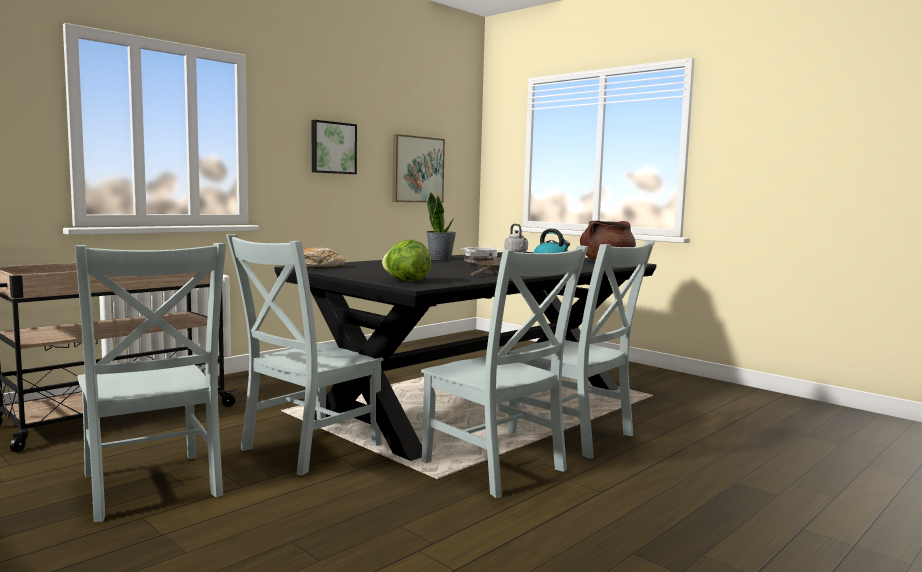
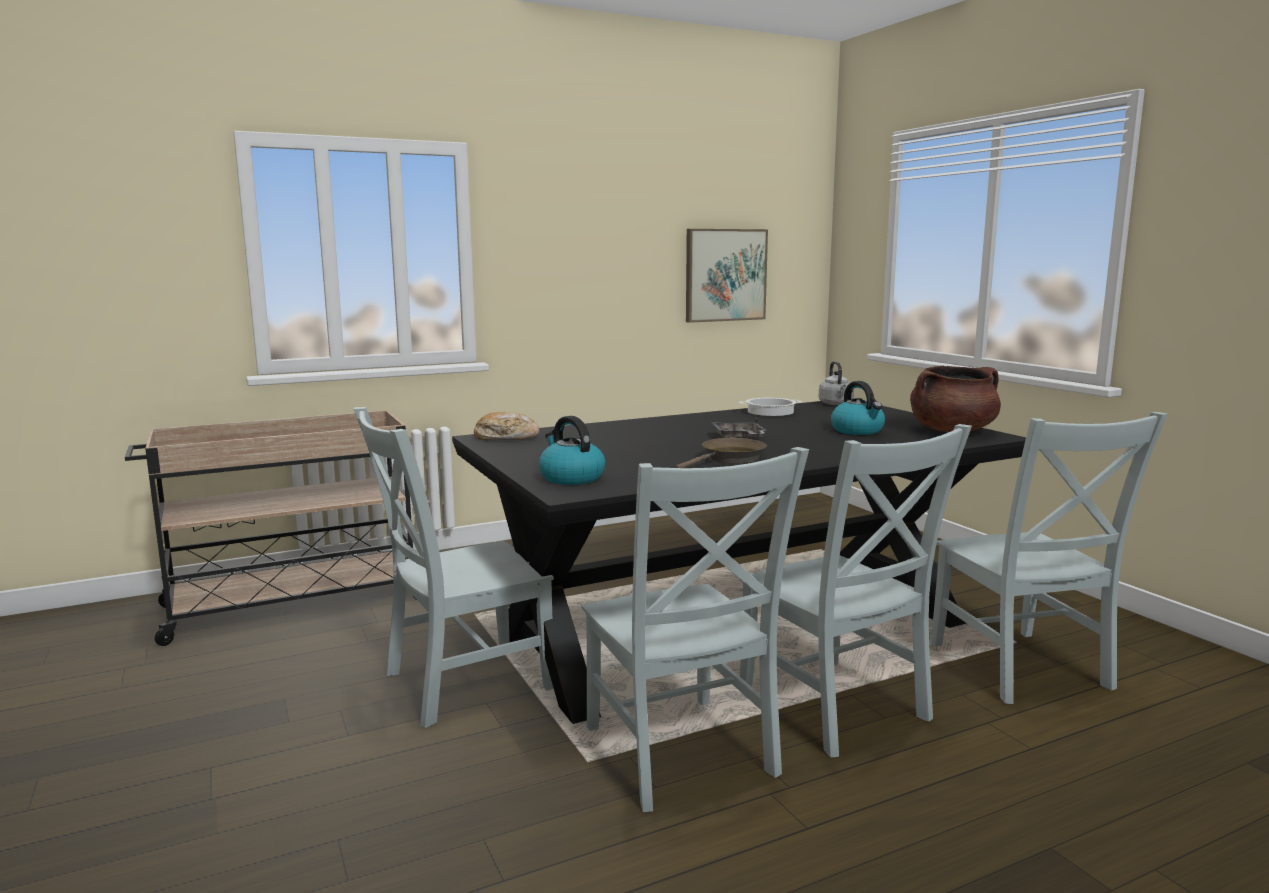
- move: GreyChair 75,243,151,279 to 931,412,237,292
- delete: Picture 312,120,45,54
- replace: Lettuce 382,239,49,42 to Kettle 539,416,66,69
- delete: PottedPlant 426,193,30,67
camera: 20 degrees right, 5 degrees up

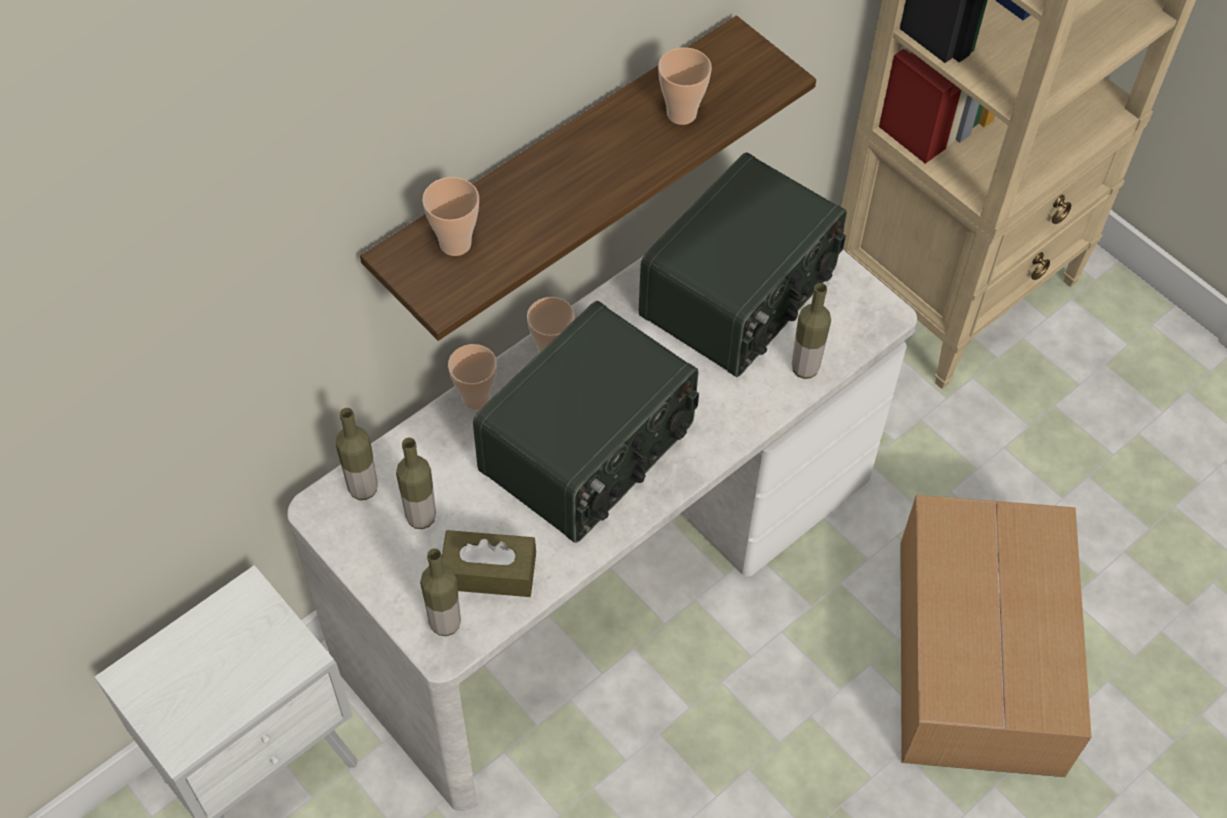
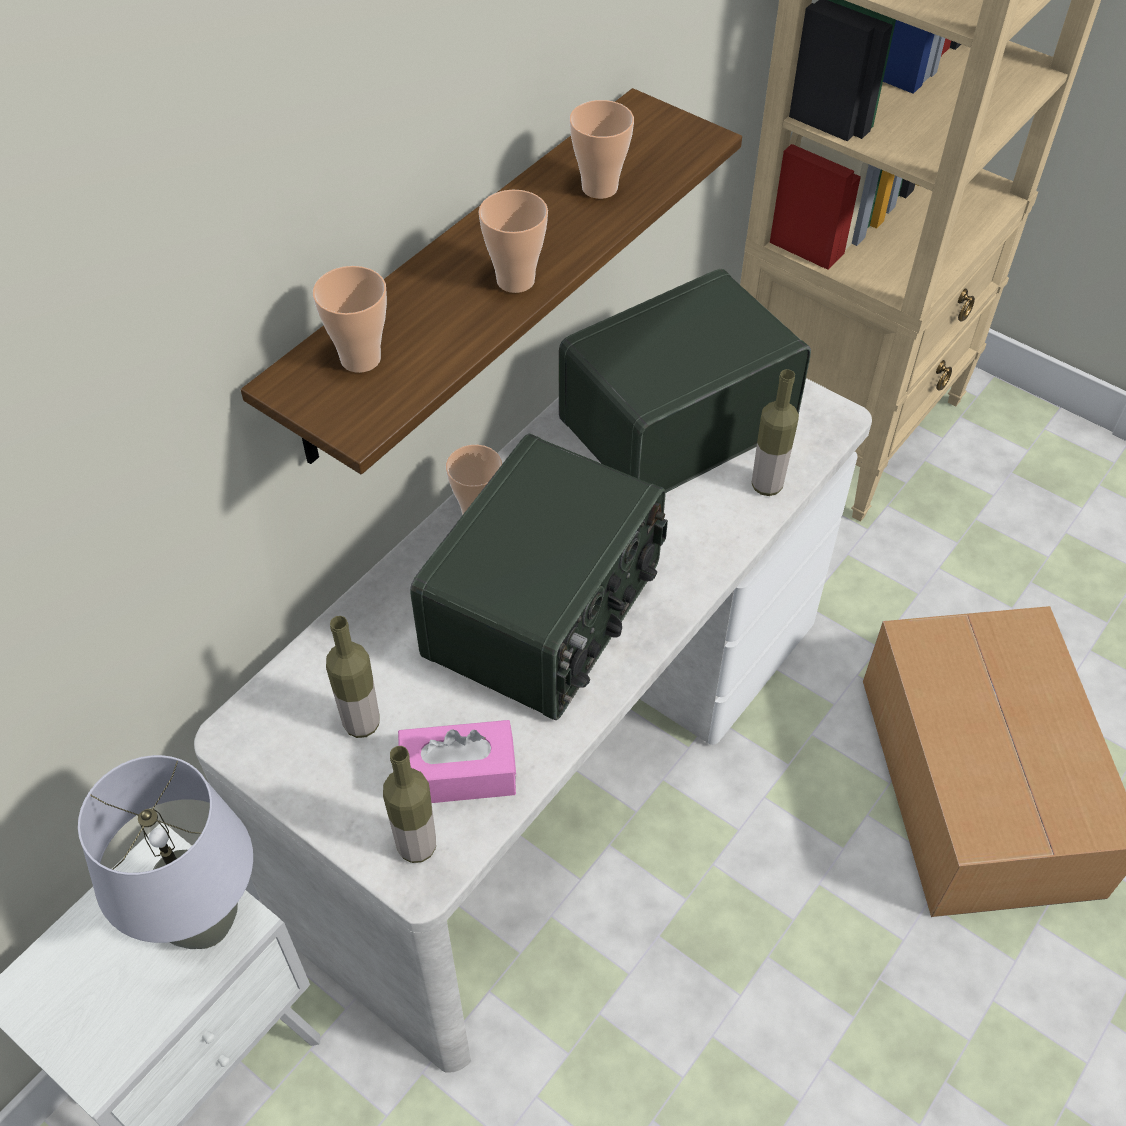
- delete: Bottle 336,408,42,92
- recolor: BrownTissueBox 442,530,94,67 to PinkTissueBox 398,720,118,83
- move: Cup 448,344,49,66 to 478,190,70,103
- rotate: Radio 639,152,208,225 = 559,269,252,224 150 degrees counterclockwise
- insert: GreyTableLamp 78,755,175,194
camera: 10 degrees left, 5 degrees down

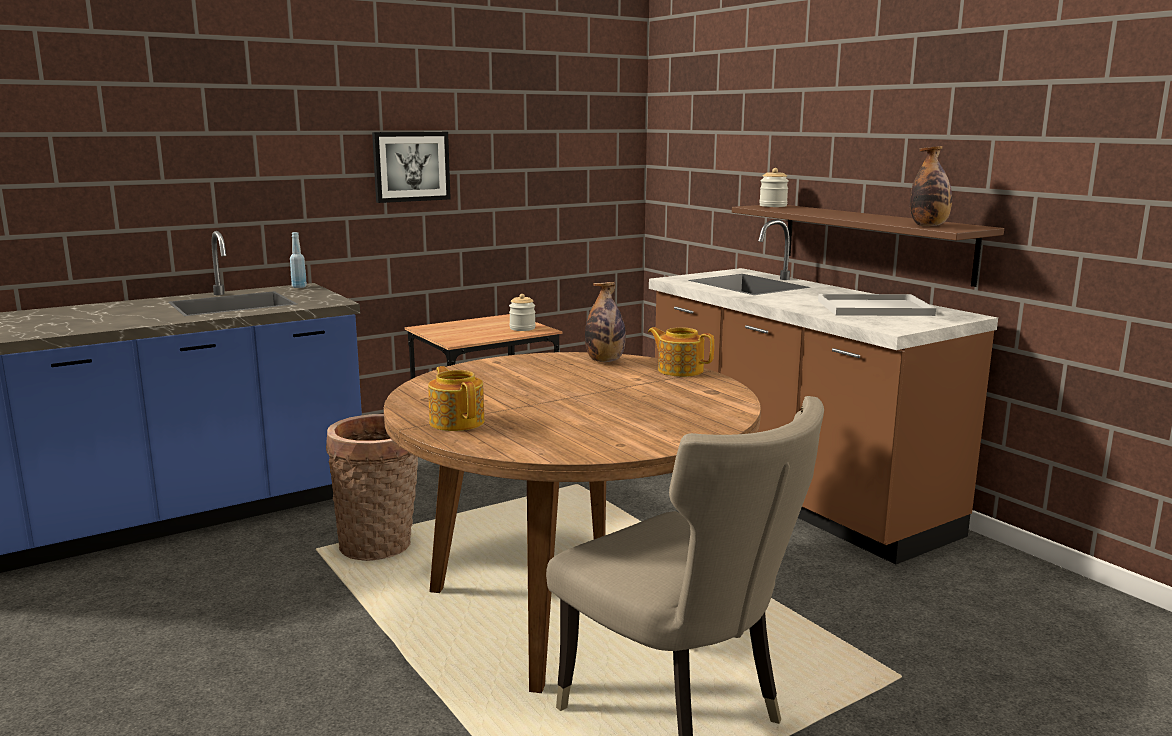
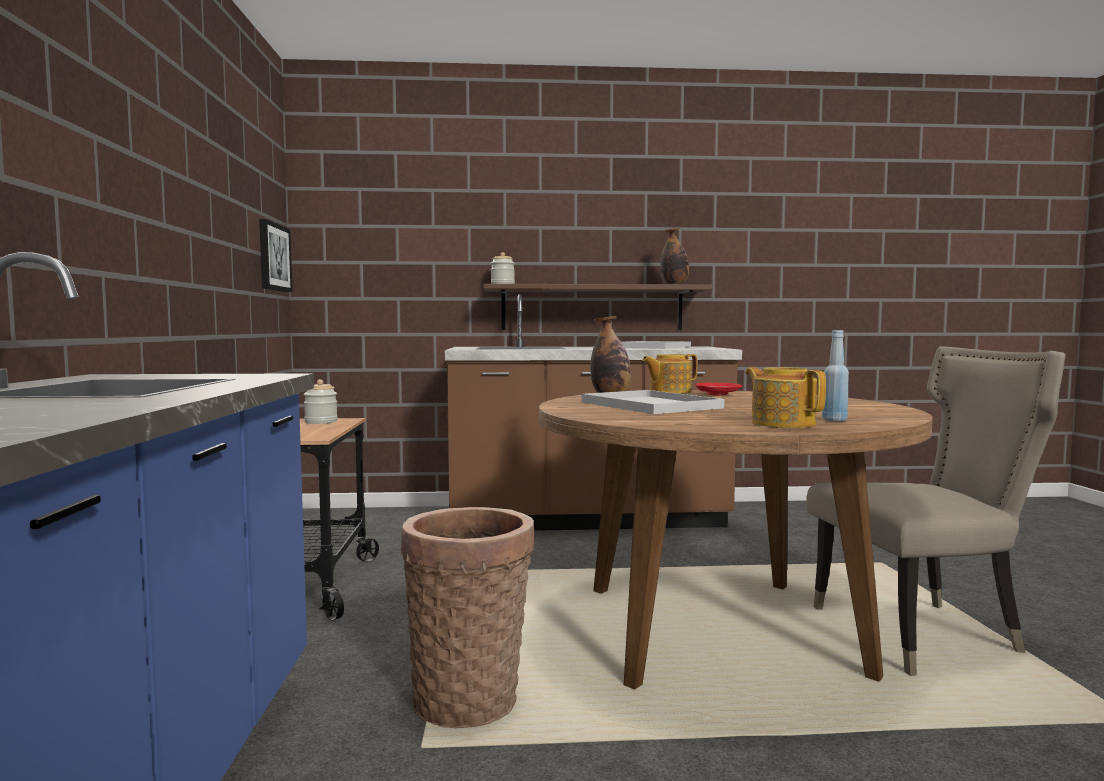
- move: BlueBottle 290,232,17,56 to 822,330,27,92
- move: Picture 372,132,79,71 to 259,219,34,73
- rotate: Teapot 428,366,57,65 = 746,367,80,61 60 degrees clockwise
- insert: WhiteTray 582,390,142,24
- insert: RedPlate 694,383,49,13
camera: 60 degrees left, 10 degrees down

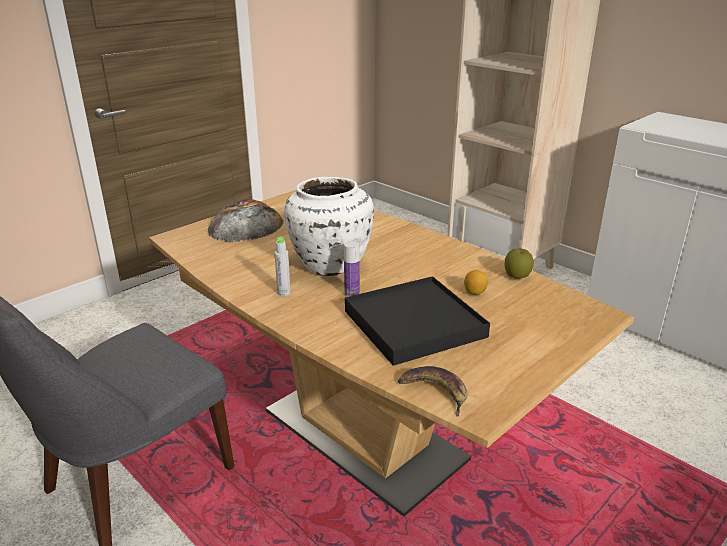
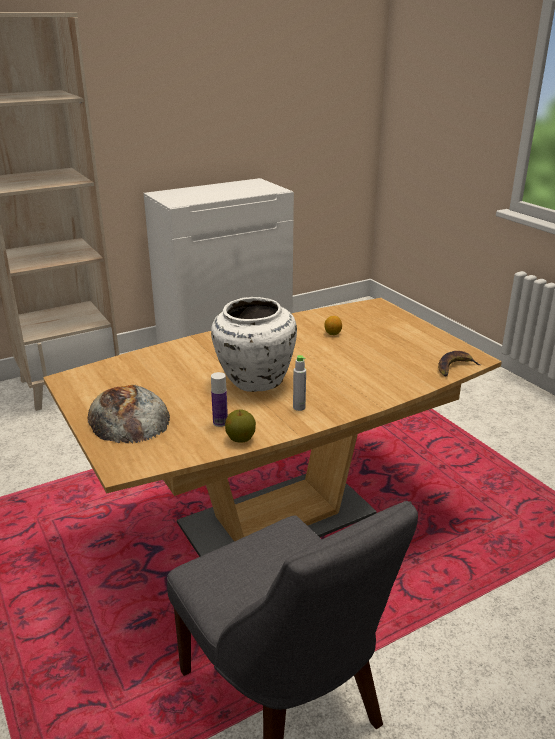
- move: Bottle 344,241,16,56 to 211,372,17,55
- delete: BlackTray 345,276,145,90
- move: Apple 505,248,29,31 to 225,410,31,32
camera: 75 degrees left, 0 degrees up

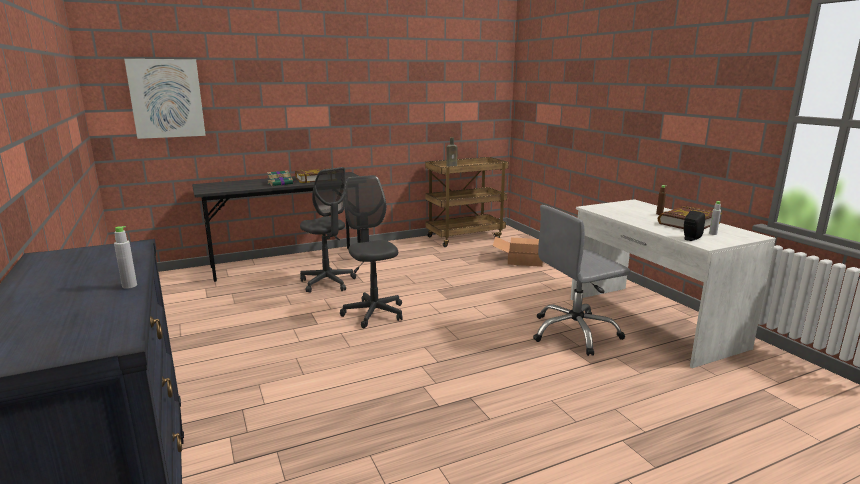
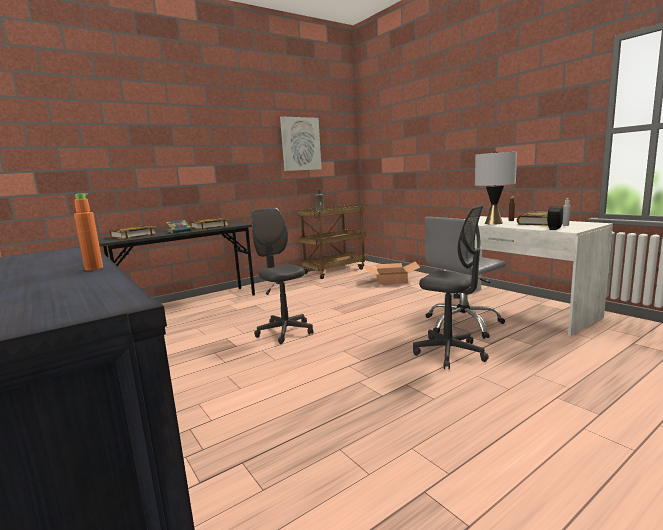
- recolor: GreyBottle 114,226,23,63 to OrangeBottle 74,193,29,78
- move: Picture 124,59,82,80 to 280,116,42,55
- move: GreyOfficeChair 300,167,56,126 to 413,205,76,164
- insert: Book 110,226,47,13
- insert: GreyTableLamp 475,151,42,74
camera: 10 degrees left, 5 degrees down

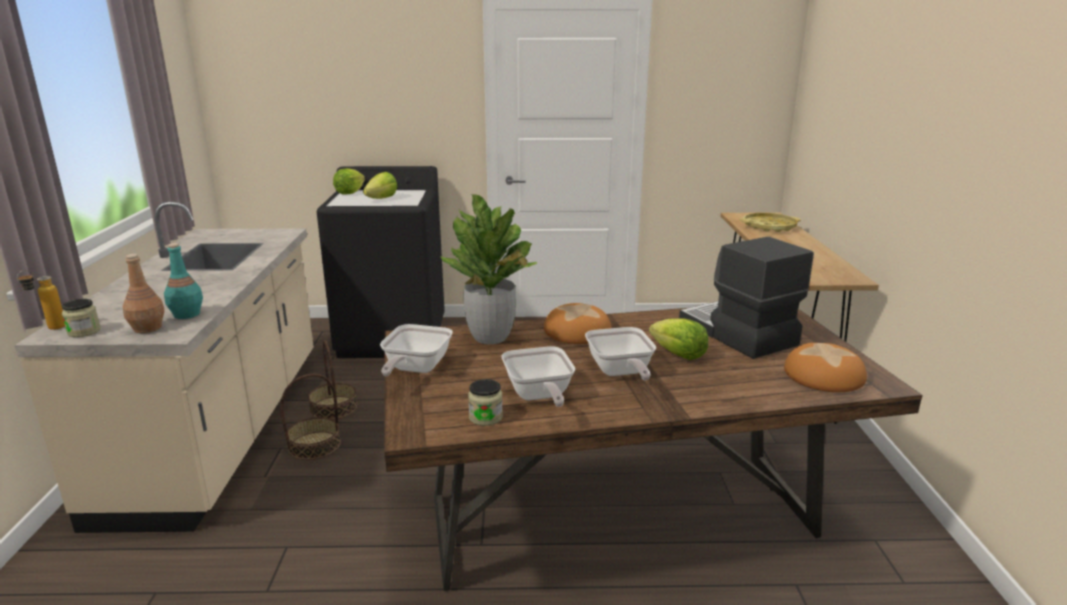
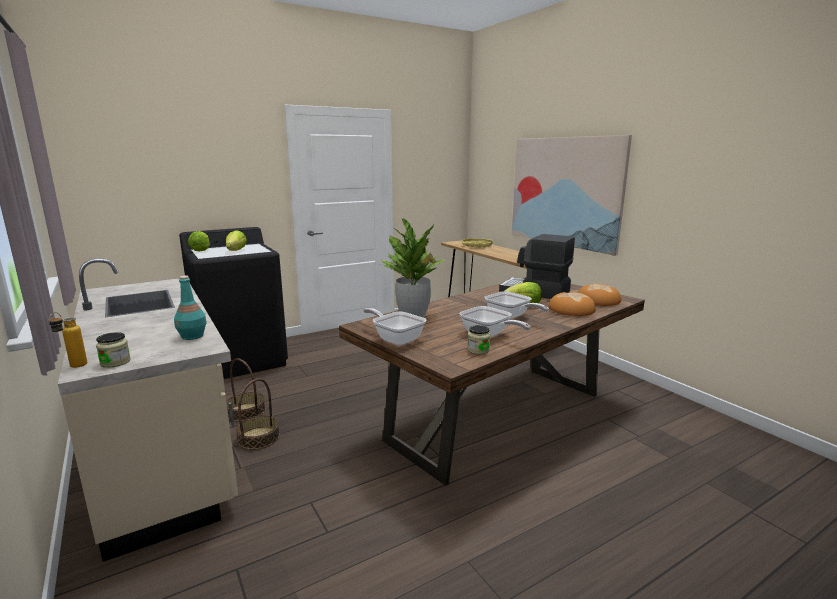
- delete: BrownBottle 122,254,43,79
- rotate: FryingPan 380,324,73,53 = 363,308,63,38 150 degrees clockwise
- move: Bread 544,303,67,41 to 549,292,47,24
- insert: Picture 512,135,120,121
camera: 30 degrees left, 5 degrees down

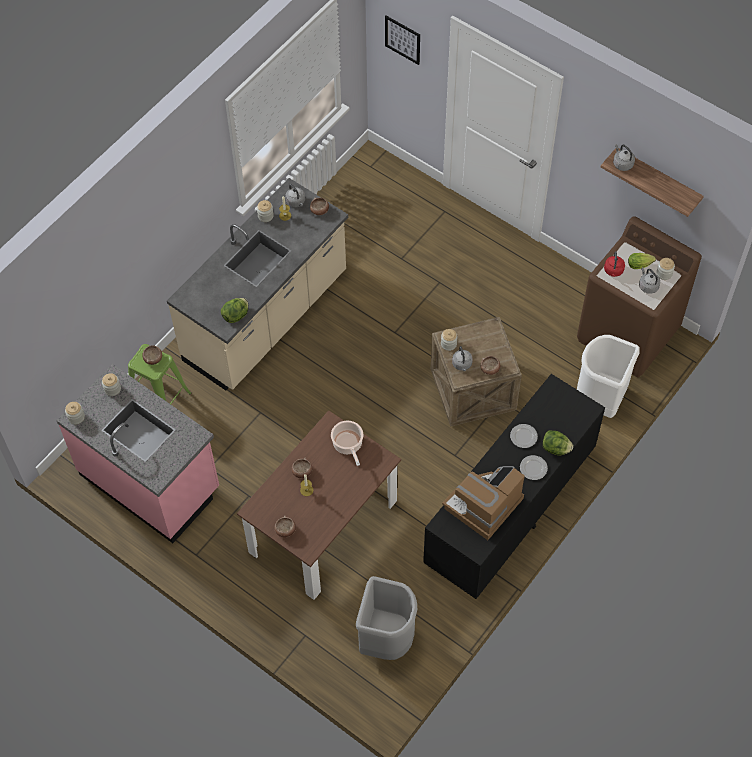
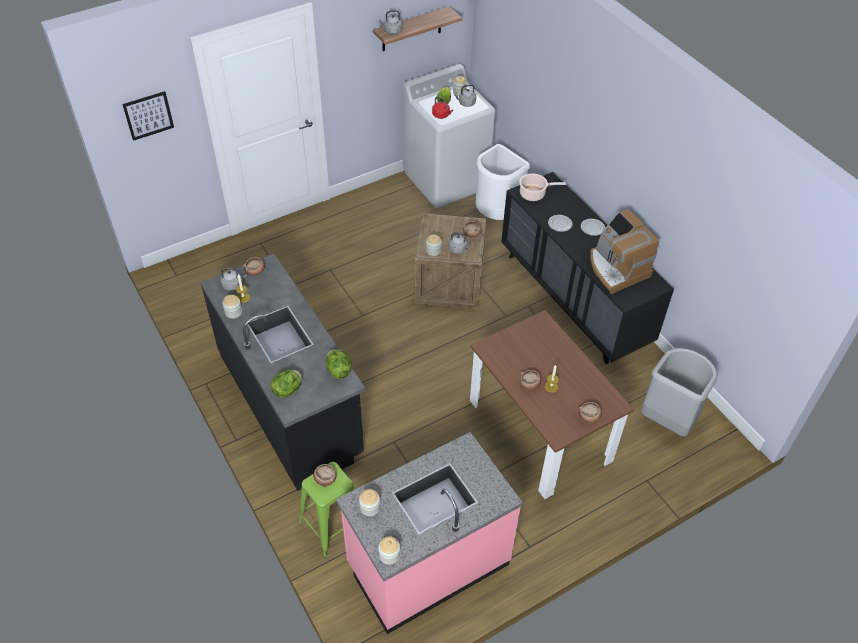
- recolor: BeigeCounter 167,178,181,212 to BlackCounter 200,254,165,237
- move: CookingPot 331,421,32,45 to 519,174,47,27
- move: Lettuce 542,430,31,25 to 270,370,32,28
- recolor: BrownWashingMachine 577,216,125,161 to WhiteWashingMachine 403,64,93,144
camera: 70 degrees left, 10 degrees down

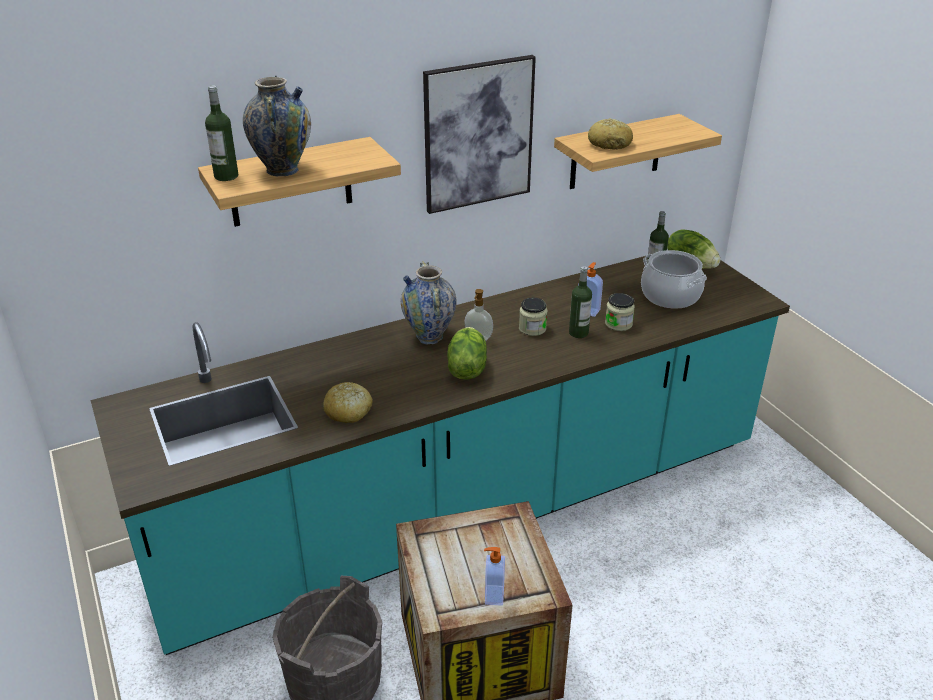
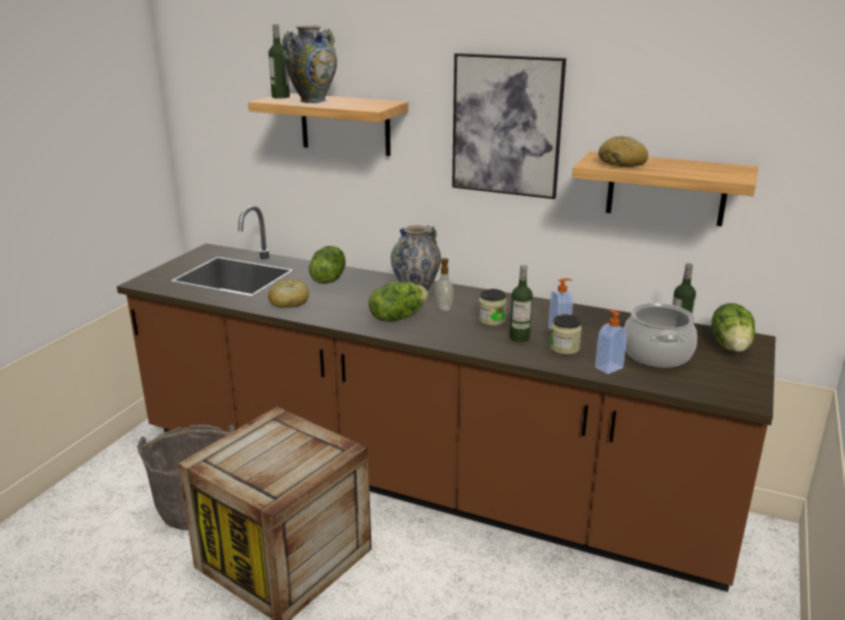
- recolor: TurquoiseCounter 91,256,699,399 to BrownCounter 117,206,659,386
- move: SoapDispenser 484,547,21,59 to 595,310,33,64
- insert: Lettuce 309,246,37,38
camera: 50 degrees right, 10 degrees down

